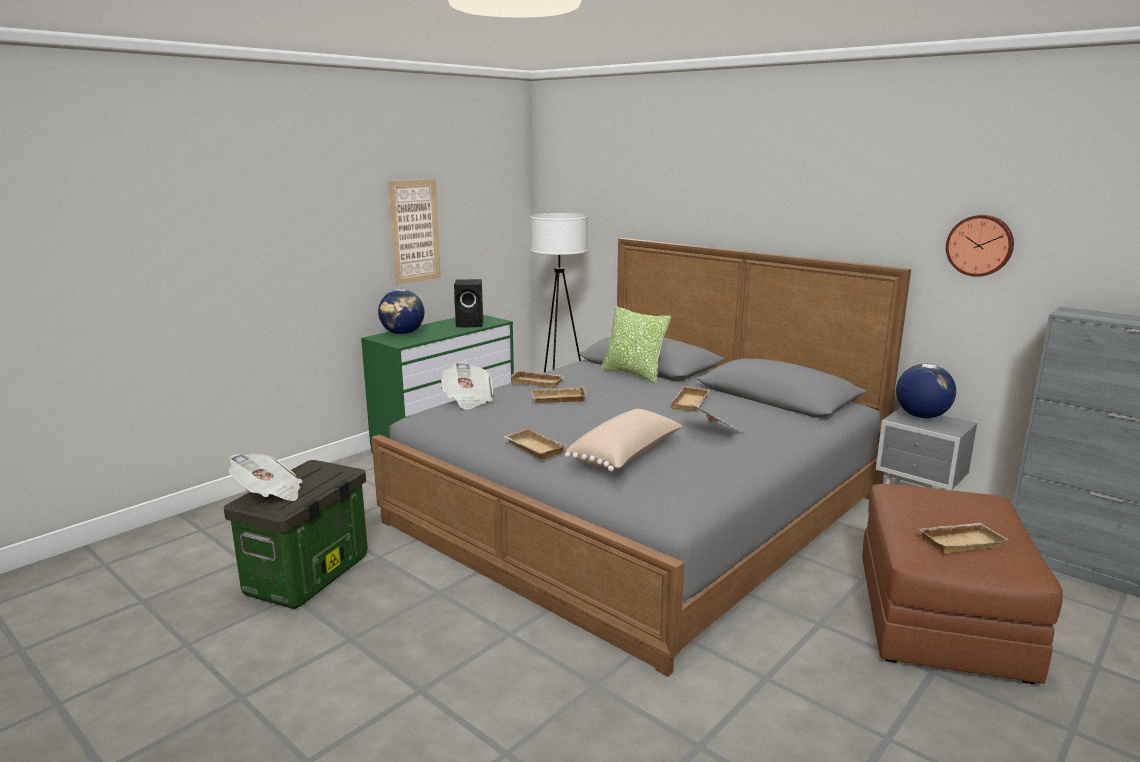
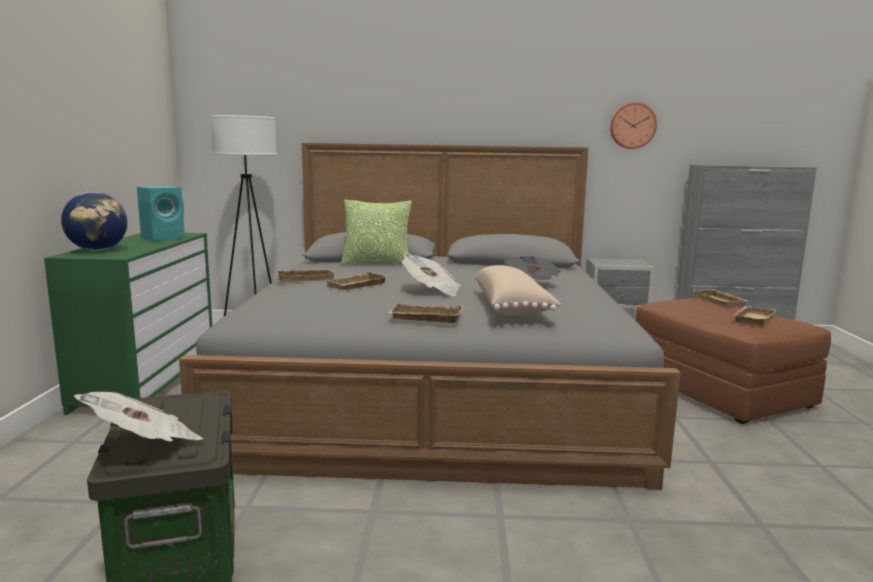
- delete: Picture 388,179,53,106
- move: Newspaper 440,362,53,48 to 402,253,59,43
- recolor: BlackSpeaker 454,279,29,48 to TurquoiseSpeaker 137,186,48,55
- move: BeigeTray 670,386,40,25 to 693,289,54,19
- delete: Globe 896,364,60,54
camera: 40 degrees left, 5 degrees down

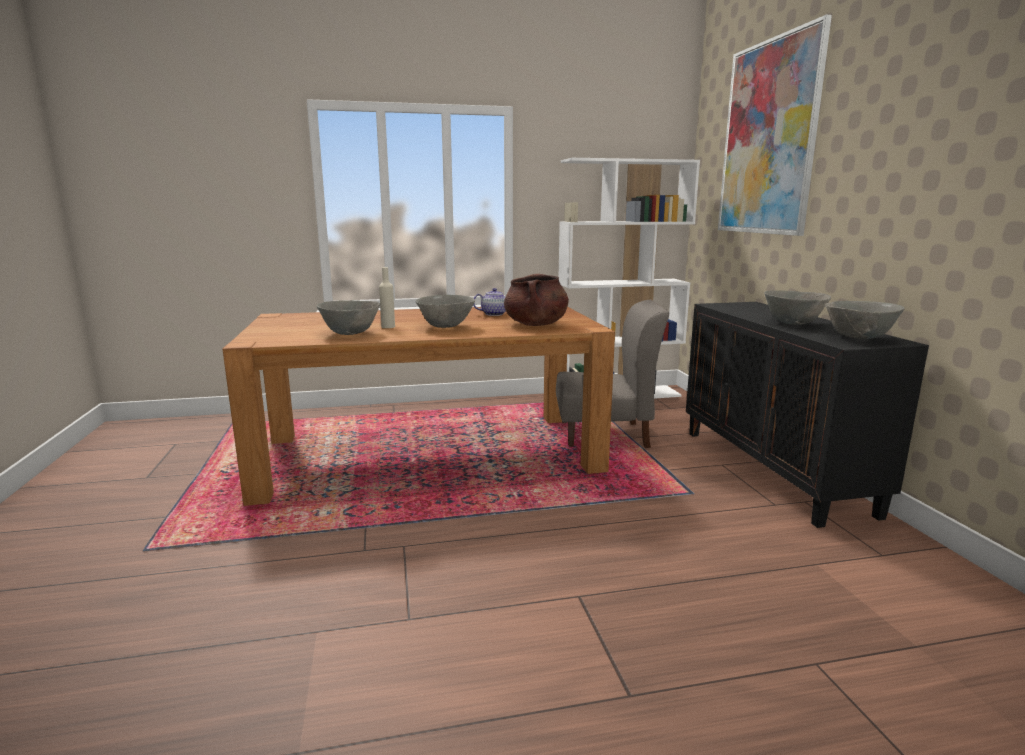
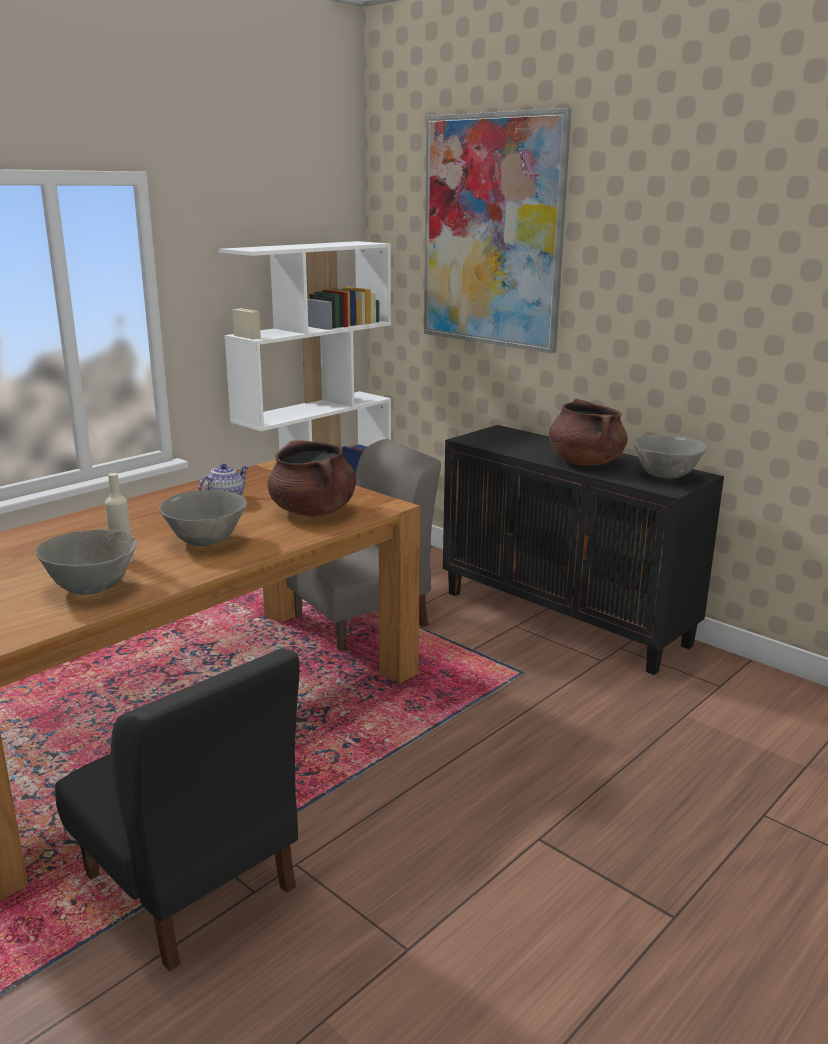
- replace: GreyBowl 764,290,67,35 to BrownCookingPot 549,399,78,67
- insert: BlackChair 55,648,245,323
camera: 35 degrees left, 5 degrees up

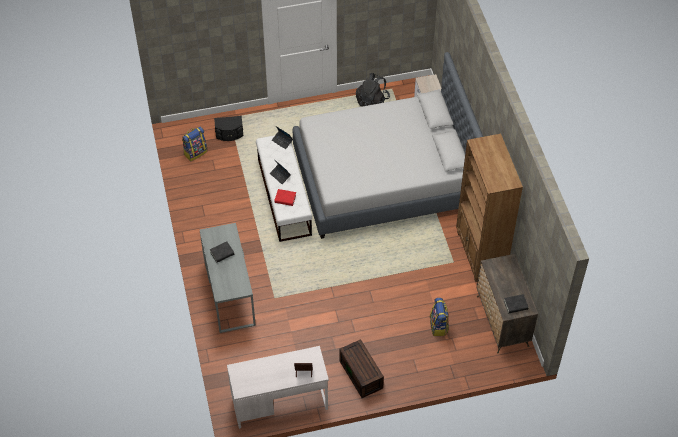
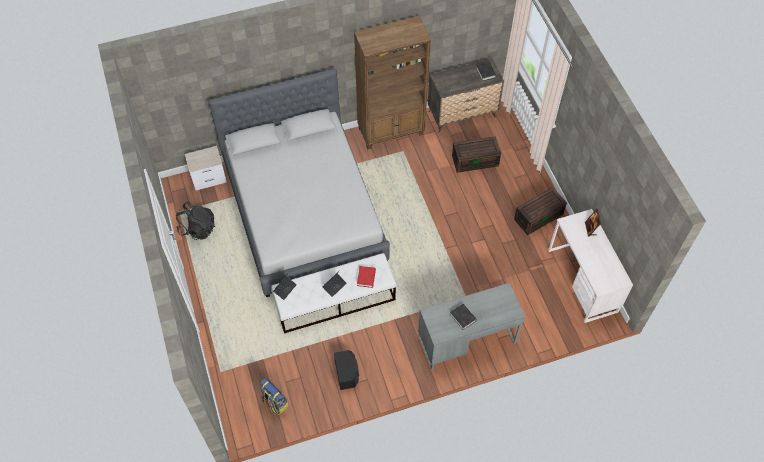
- move: BlackSpeaker 214,116,29,25 to 334,350,25,40
- replace: Backpack 430,298,19,38 to BrownStorageBox 452,136,49,37
camera: 95 degrees left, 5 degrees up

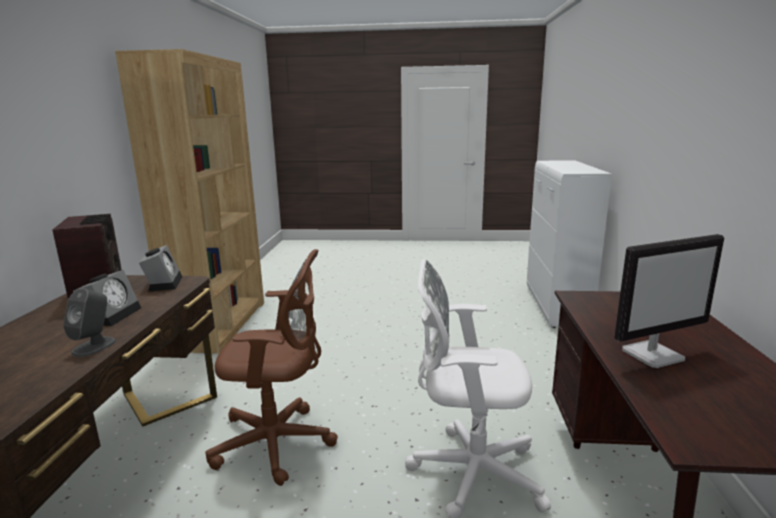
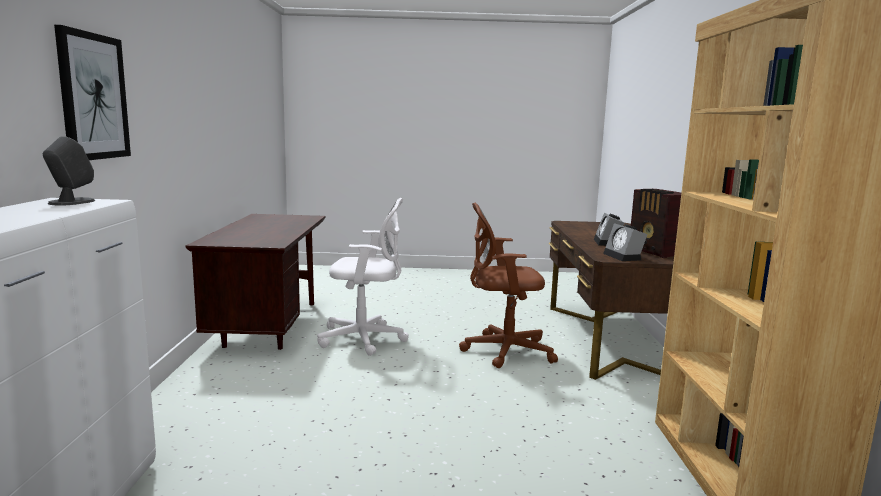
- move: GreySpeaker 63,288,53,69 to 43,136,52,70
- delete: Monitor 614,234,110,134
- insert: Picture 54,25,77,135
camera: 175 degrees right, 5 degrees down

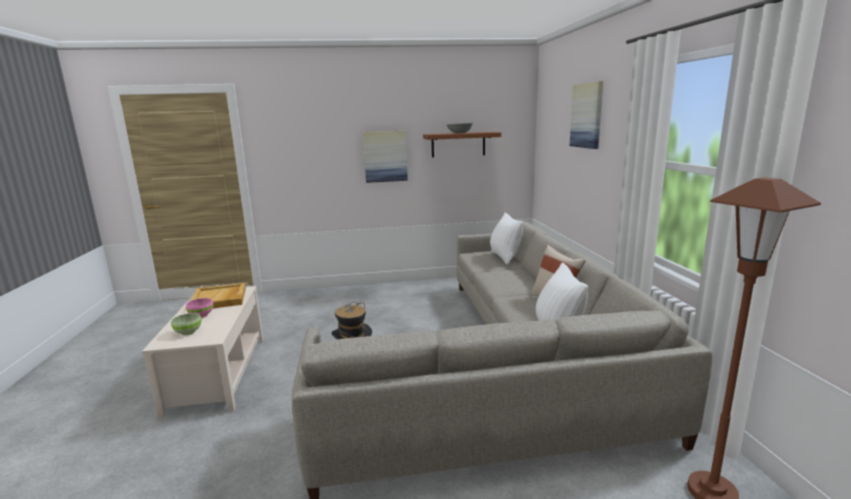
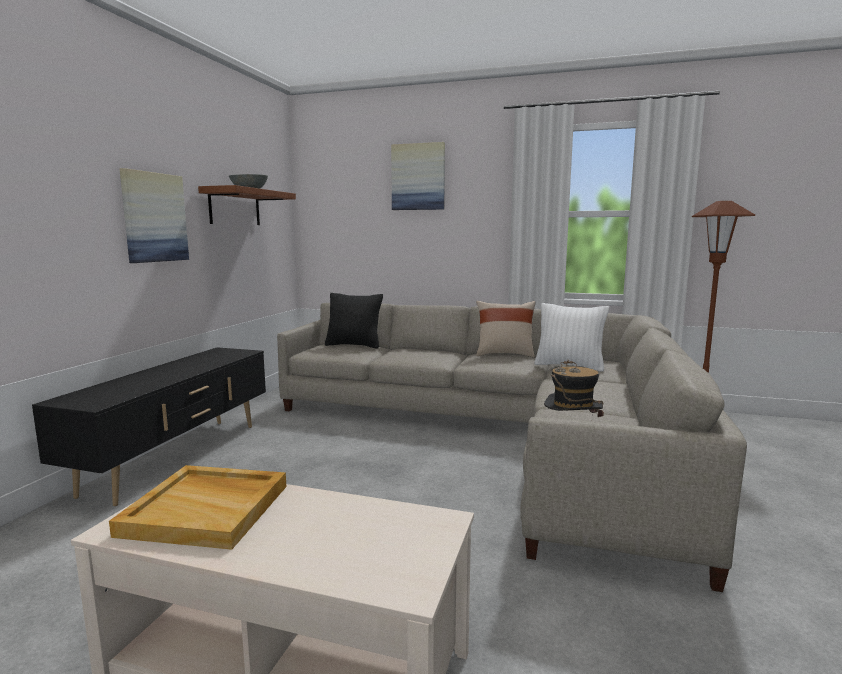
- delete: GreenBowl 171,313,31,22
- delete: PinkBowl 186,298,27,20
- recolor: WhitePillow 490,213,33,52 to BlackPillow 325,293,58,56
- insert: BlackTvStand 32,347,234,159
camera: 65 degrees left, 5 degrees down

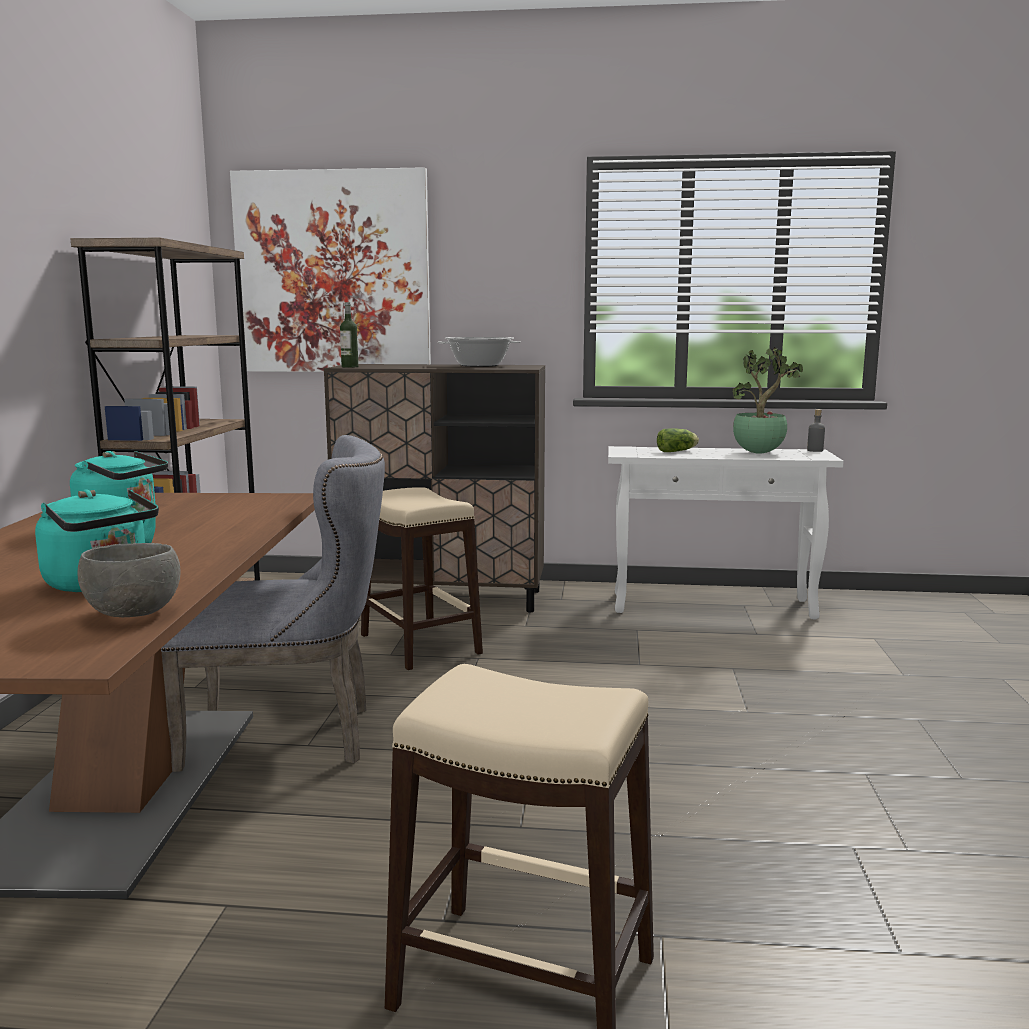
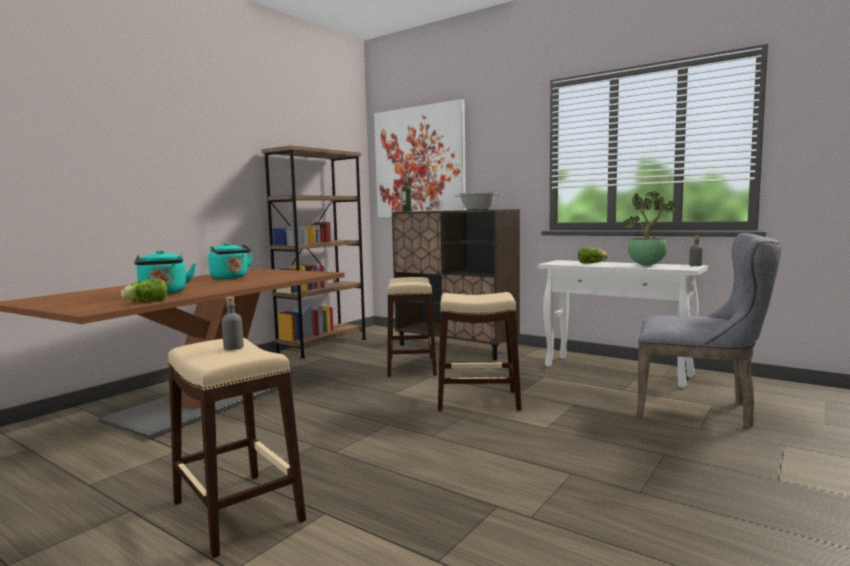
- replace: GreyBowl 78,543,103,74 to Lettuce 121,279,46,23
- move: GreyChair 161,435,224,337 to 636,233,146,195
- insert: GreyBottle 221,297,23,53
- insert: BeigeStool 438,292,83,119
camera: 30 degrees right, 5 degrees down

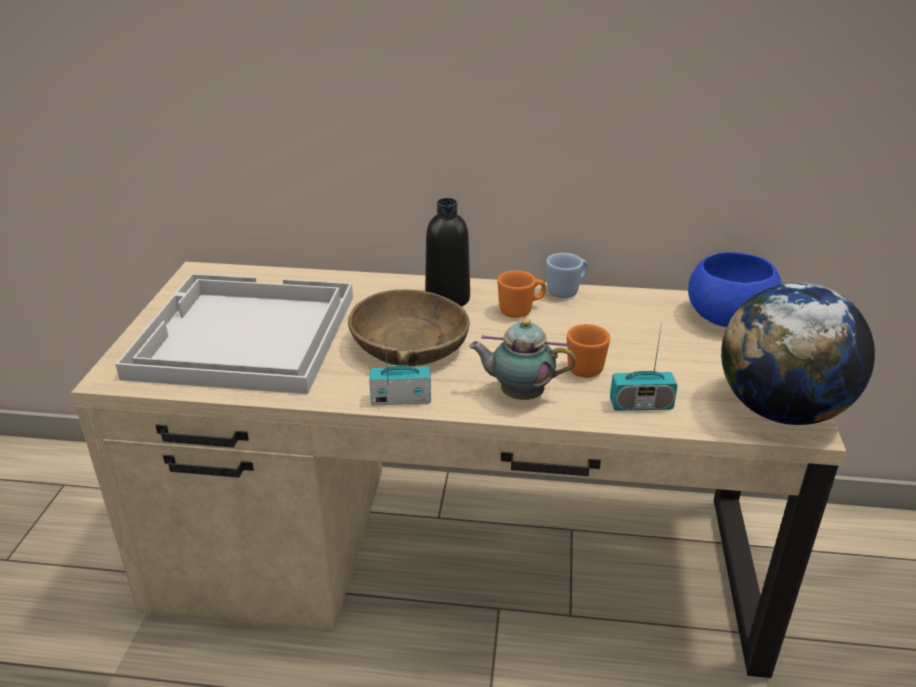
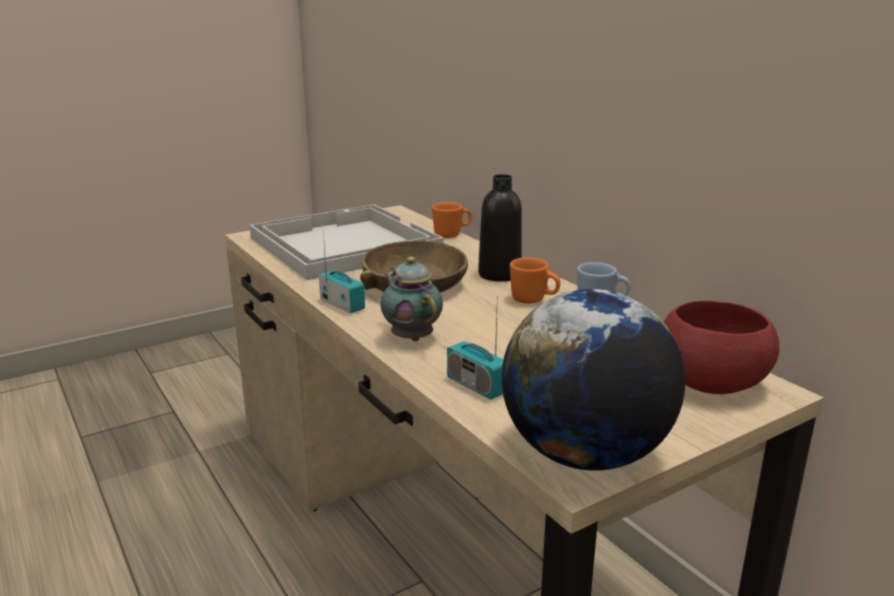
- move: OrangeMug 567,324,43,54 to 432,202,40,36
- recolor: BlueBowl 688,252,94,75 to RedBowl 663,301,117,93
camera: 50 degrees right, 10 degrees down

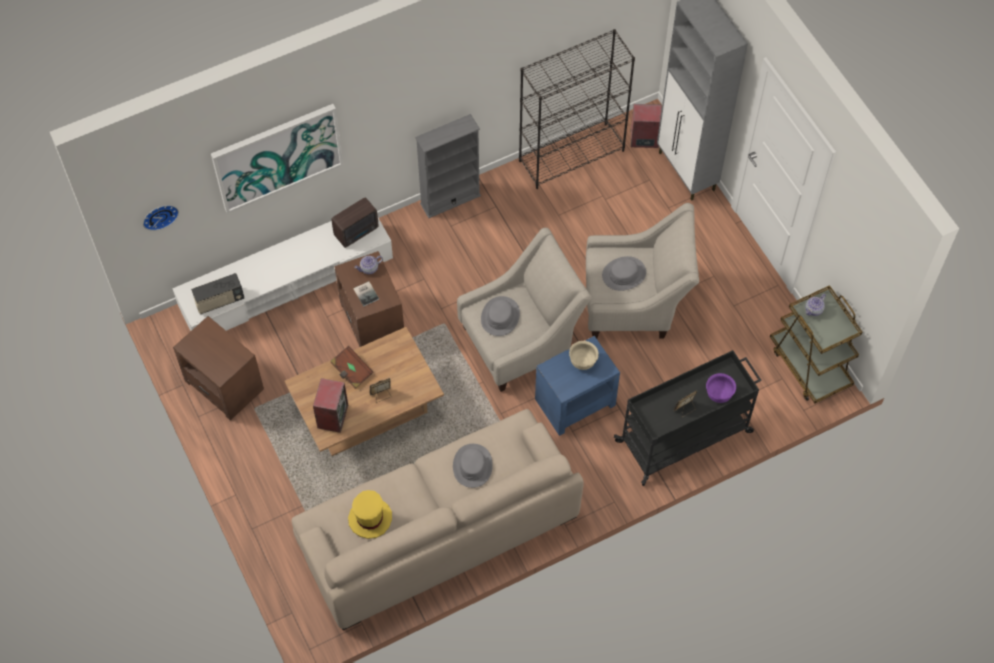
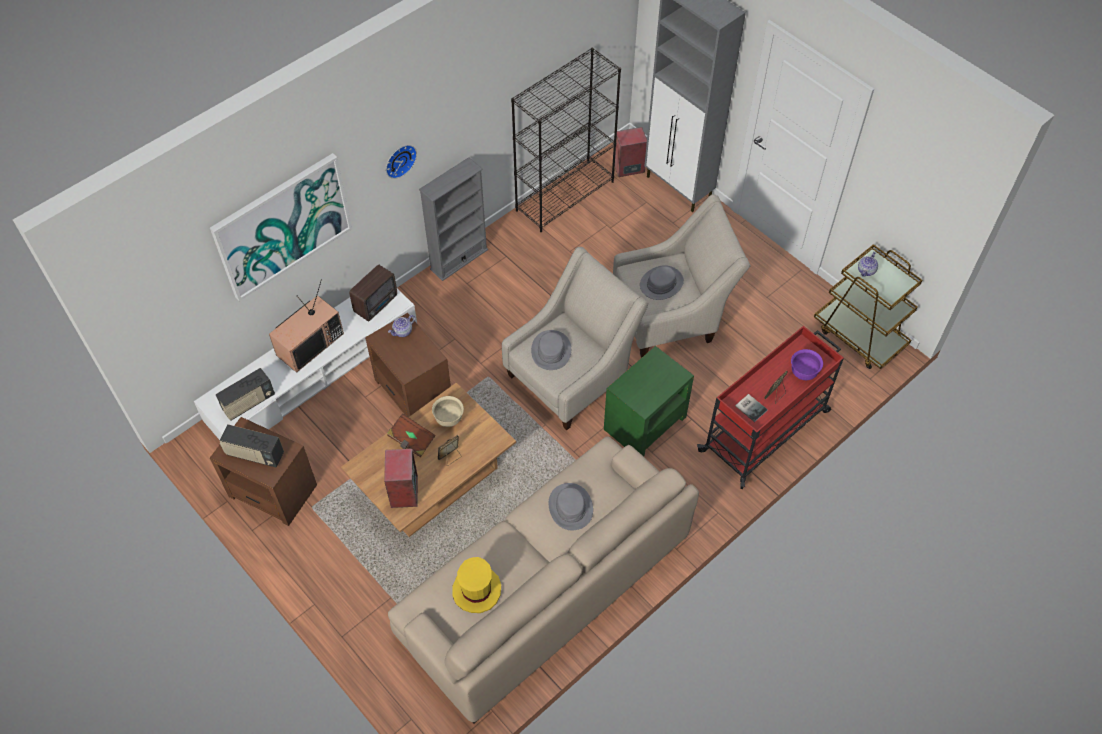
- move: WallClock 143,205,36,26 to 386,145,31,34
- move: Book 353,281,26,26 to 735,394,33,28
- recolor: BlueSideTable 535,336,85,100 to GreenSideTable 604,346,90,111
- move: BeigeBowl 569,341,30,29 to 432,396,32,31
- recolor: BlackCart 614,350,147,136 to RedCart 697,326,147,163
- insert: Radio 220,424,64,44
- insert: Television 269,280,75,93
camera: 15 degrees left, 5 degrees down

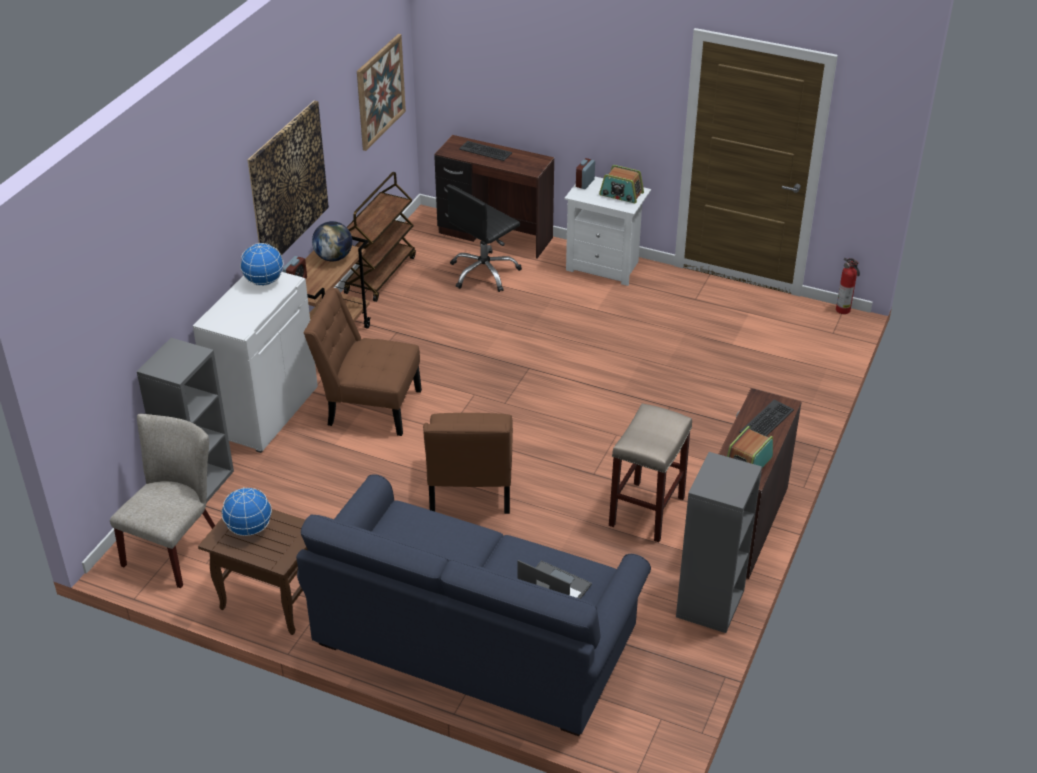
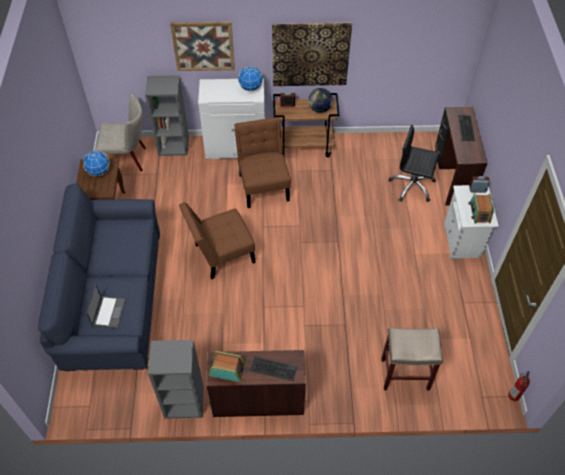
- delete: BrownCart 344,172,72,130
- move: Picture 357,34,49,117 to 170,21,65,50
- move: BeigeStool 609,403,83,139 to 381,327,62,64
camera: 65 degrees right, 15 degrees up

